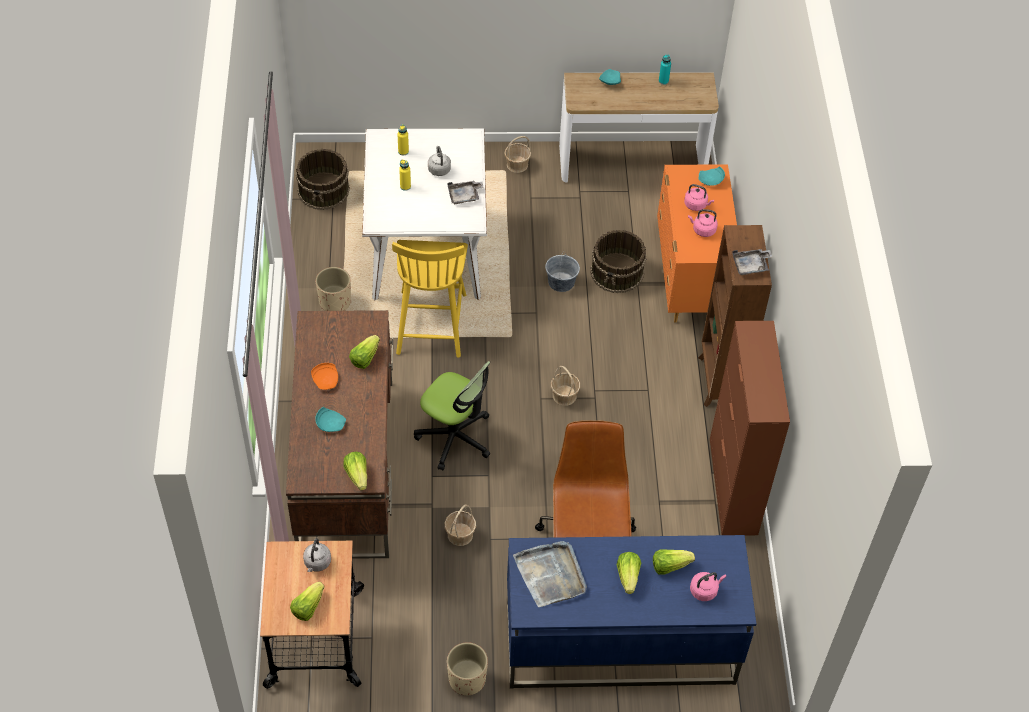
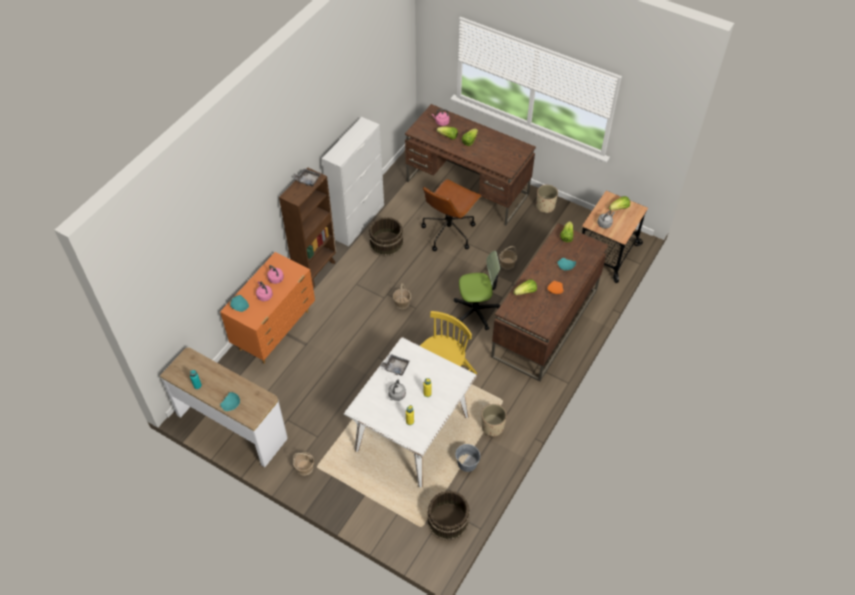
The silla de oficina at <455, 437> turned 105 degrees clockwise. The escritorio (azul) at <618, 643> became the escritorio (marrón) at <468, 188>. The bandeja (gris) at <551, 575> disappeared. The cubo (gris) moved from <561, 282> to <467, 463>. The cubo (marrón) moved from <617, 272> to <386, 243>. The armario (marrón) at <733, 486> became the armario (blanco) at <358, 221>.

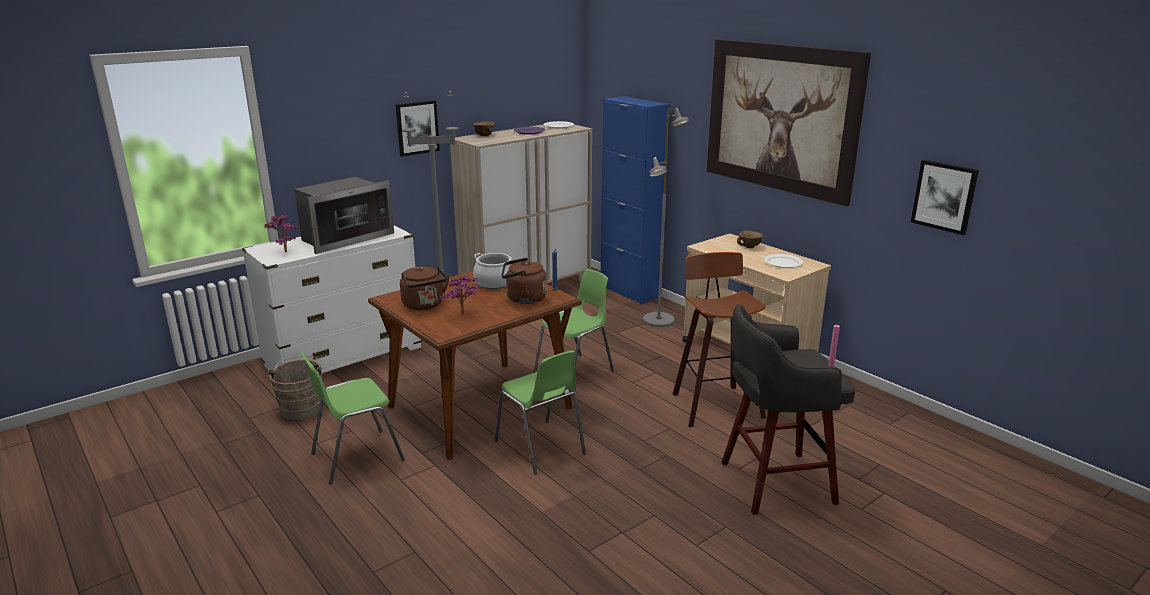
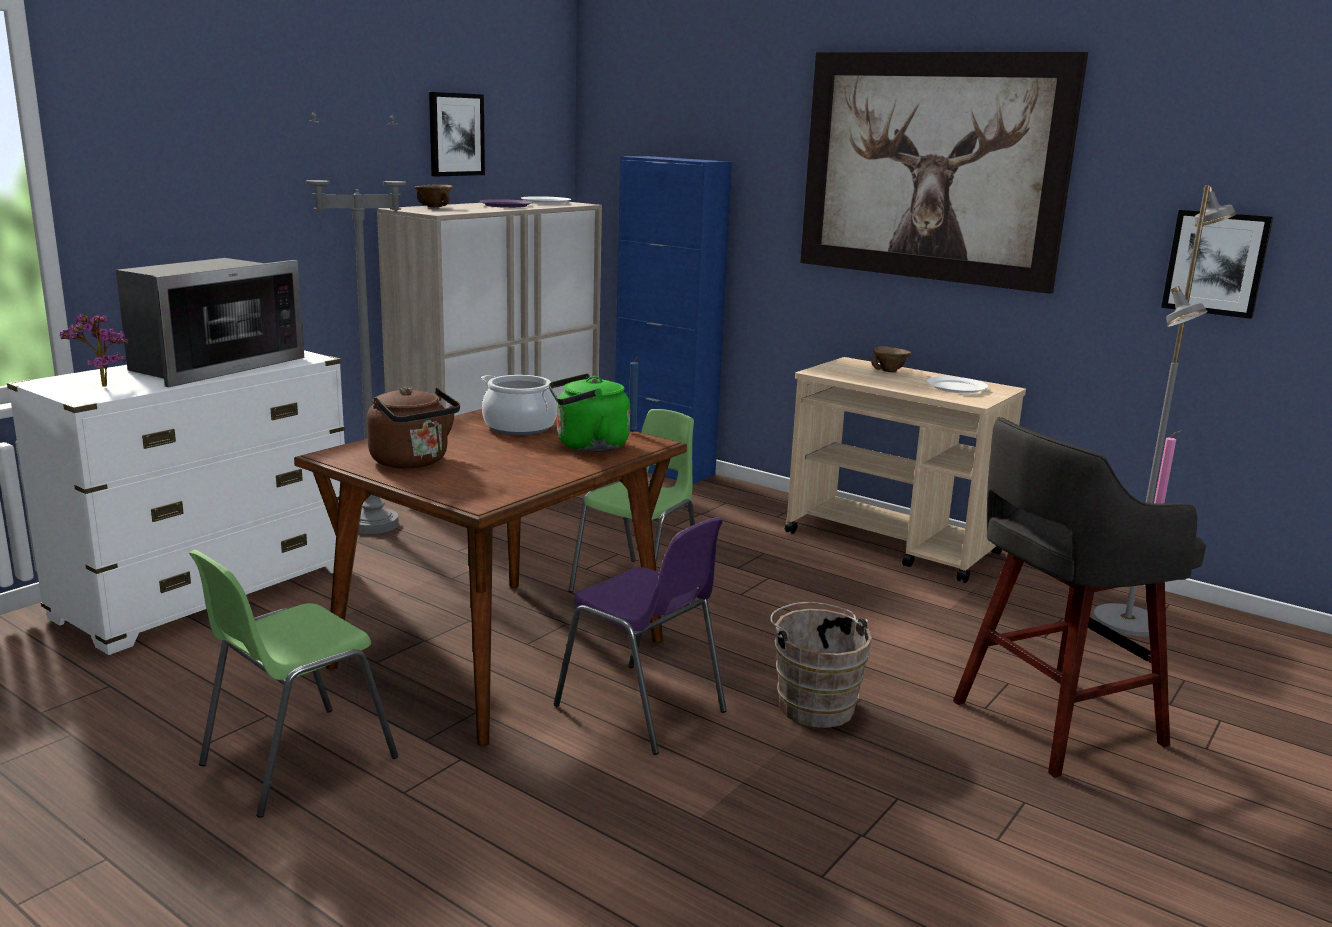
The cubo (marrón) moved from <302, 408> to <813, 704>. The cuadro moved from <417, 128> to <455, 134>. The planta en maceta at <464, 315> disappeared. The silla (verde) at <540, 448> became the silla (morado) at <642, 709>. The hervidor (marrón) at <523, 299> became the hervidor (verde) at <587, 446>. The lámpara de pie (gris) moved from <659, 320> to <1128, 622>. The taburete at <714, 404> disappeared.

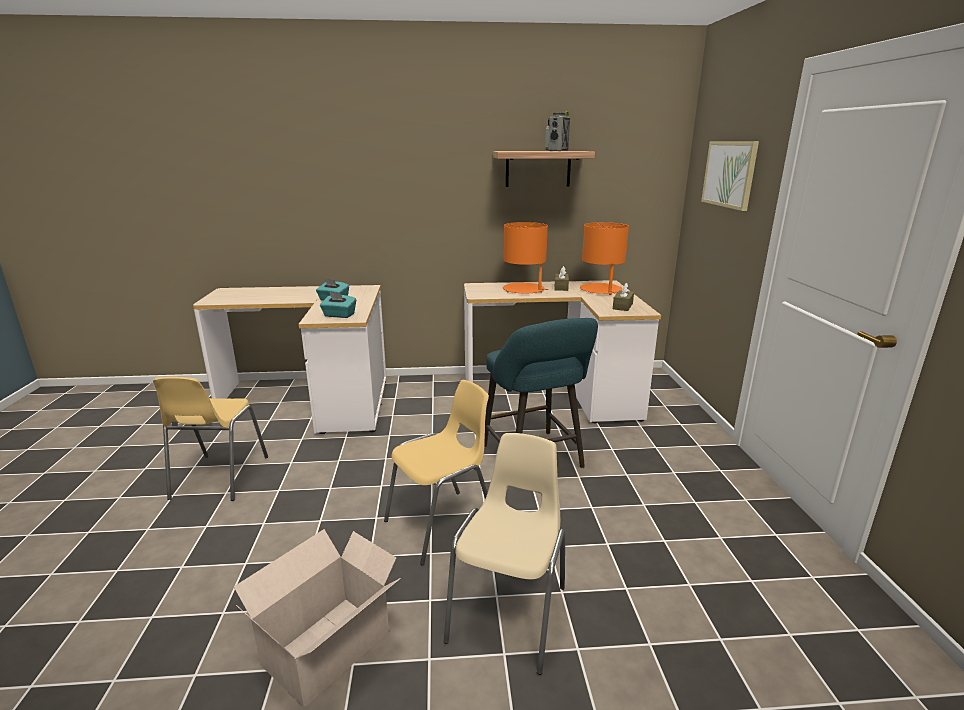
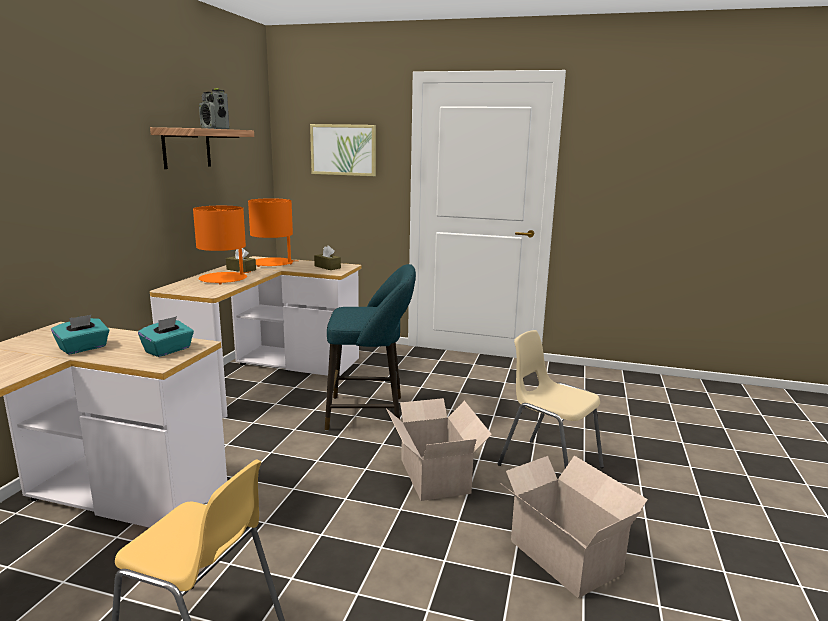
The silla (amarillo) at <442, 525> was replaced by the caja de cartón at <434, 474>.

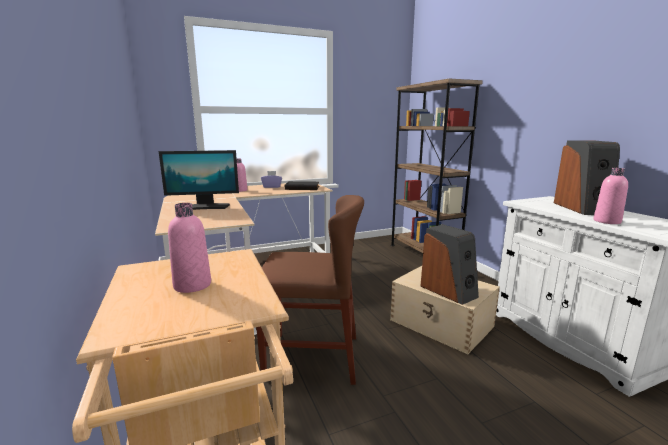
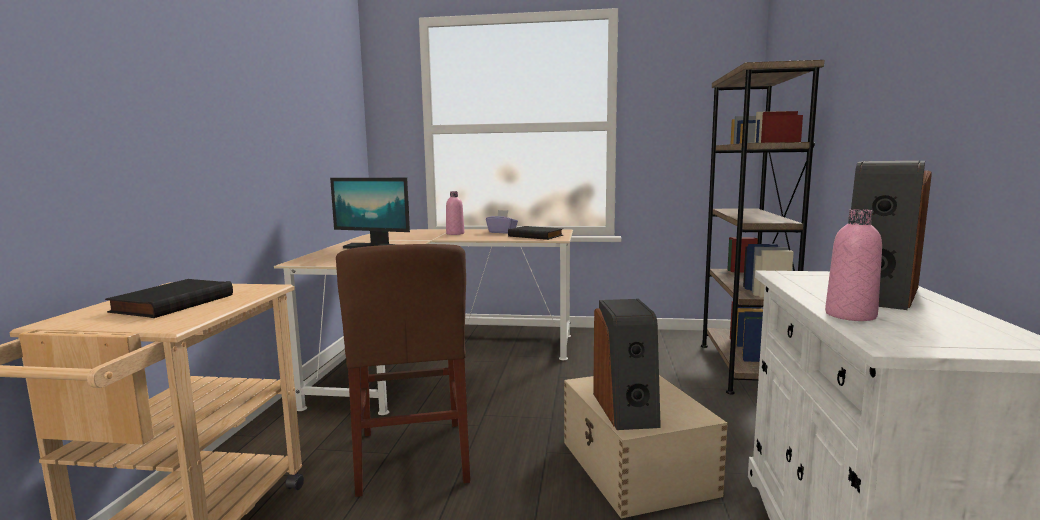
The botella (rosa) at <192, 285> was replaced by the libro (negro) at <172, 303>. The silla (marrón) at <312, 357> turned 45 degrees clockwise.

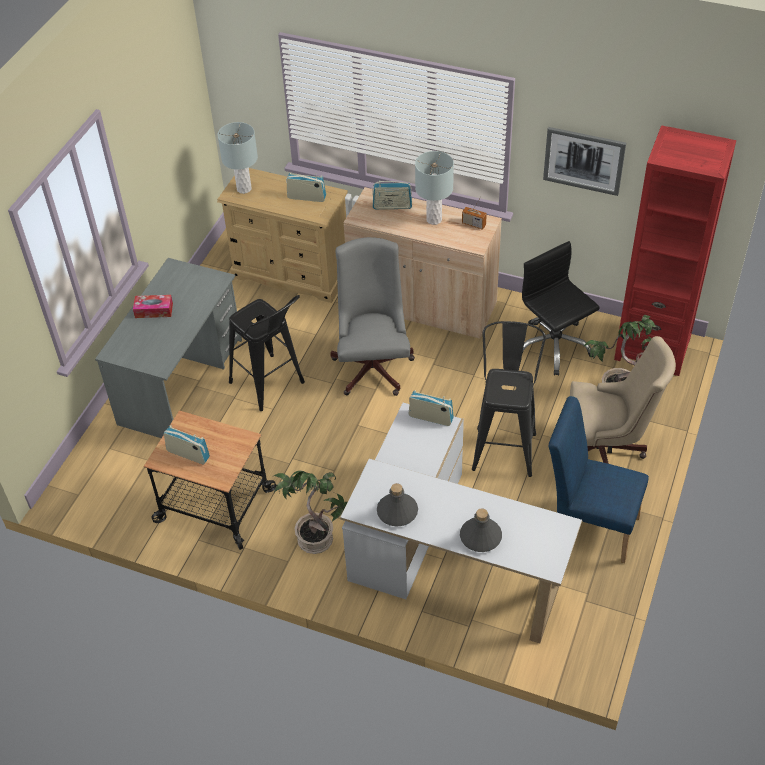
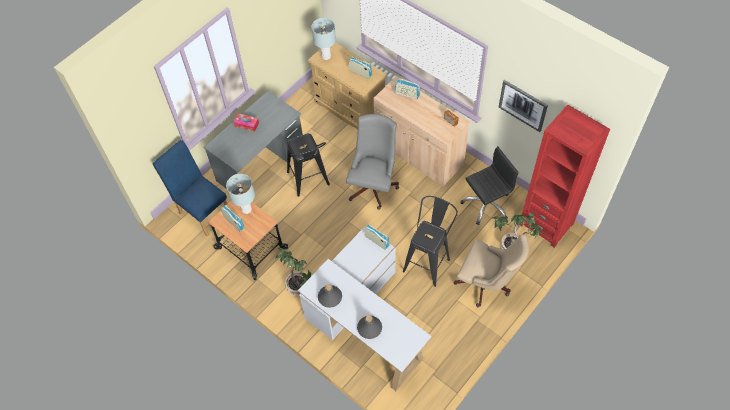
The lámpara de mesa (gris) moved from <434, 220> to <246, 209>. The silla de oficina (negro) at <554, 346> turned 75 degrees clockwise. The silla (azul) moved from <588, 525> to <202, 211>.

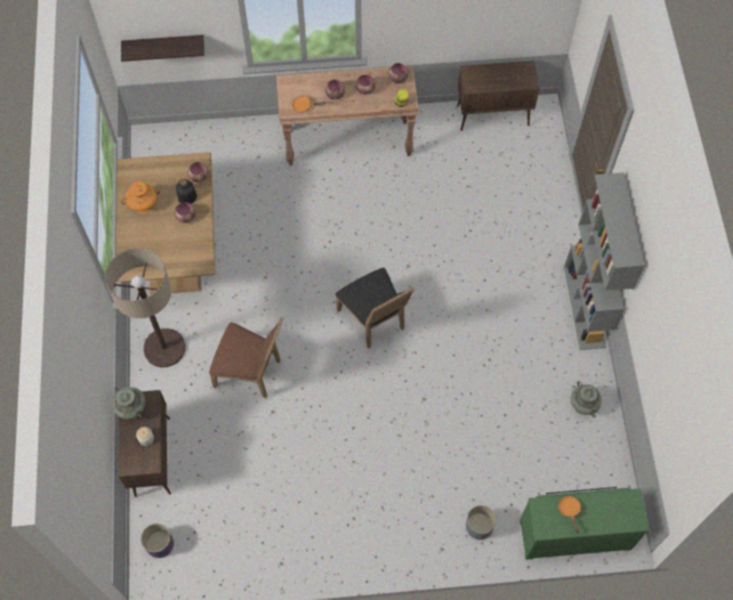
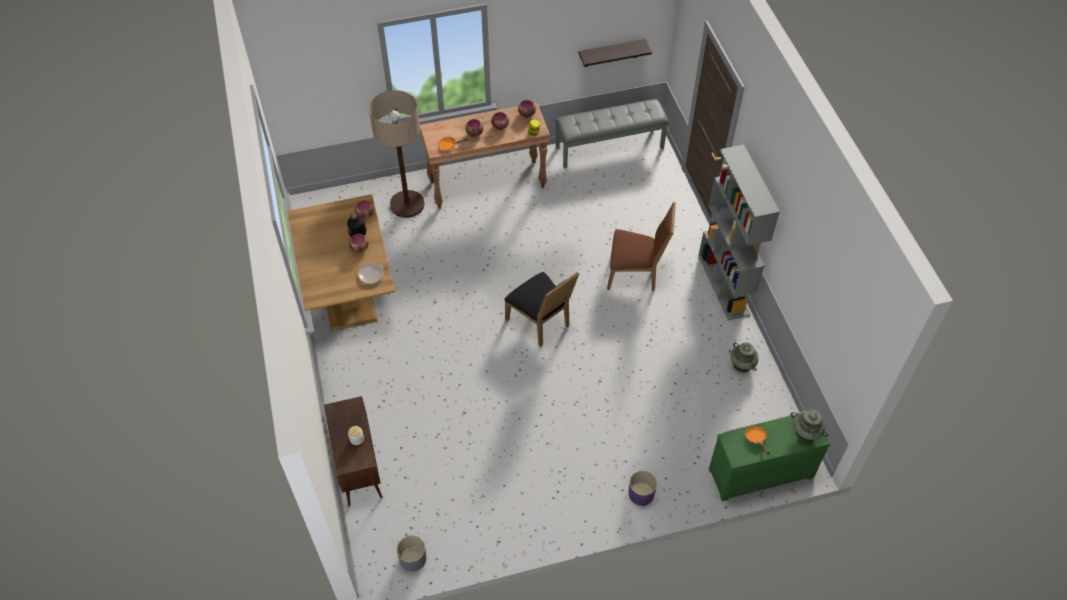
The lámpara de pie moved from <164, 348> to <407, 204>. The florero (turquesa) moved from <131, 408> to <805, 432>. The estante moved from <164, 45> to <611, 53>. The florero (naranja) at <143, 205> disappeared. The maceta (morado) moved from <159, 544> to <640, 494>. The silla (marrón) moved from <251, 372> to <635, 274>. The armario (marrón) at <493, 116> was replaced by the banco (gris) at <609, 147>. The maceta (gris) moved from <479, 526> to <413, 559>. The sartén at <372, 274> appeared.

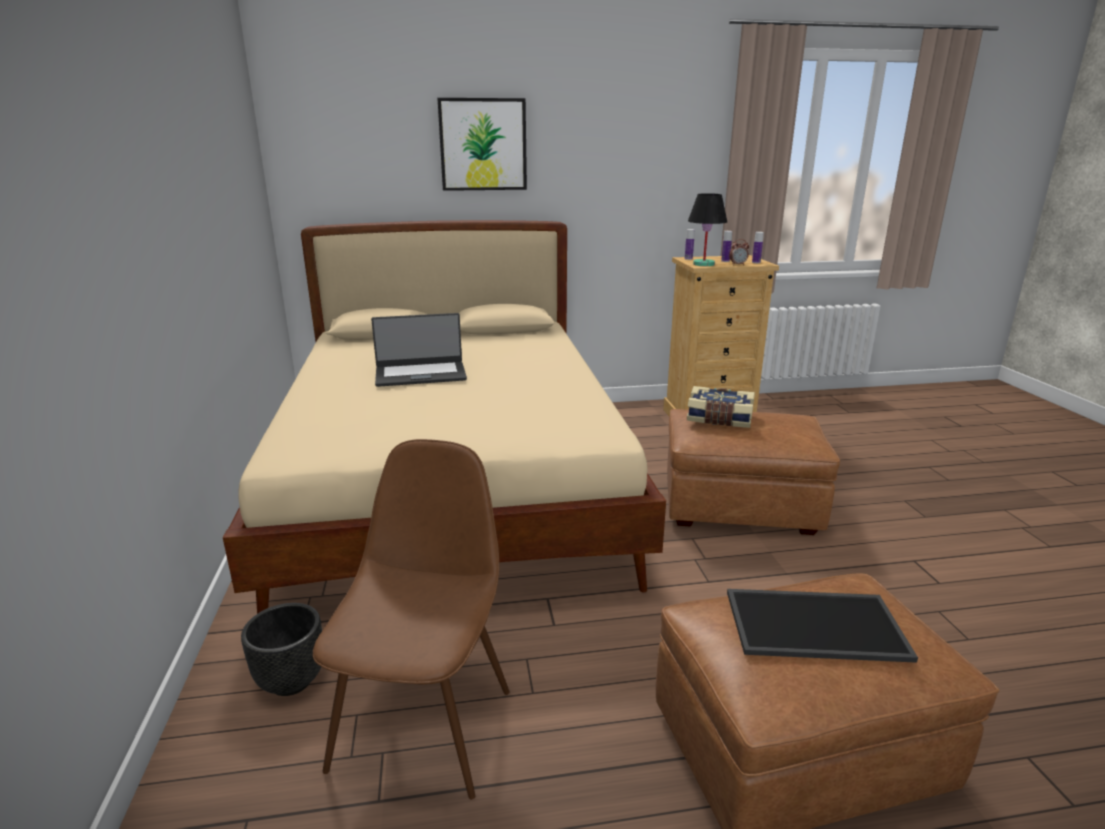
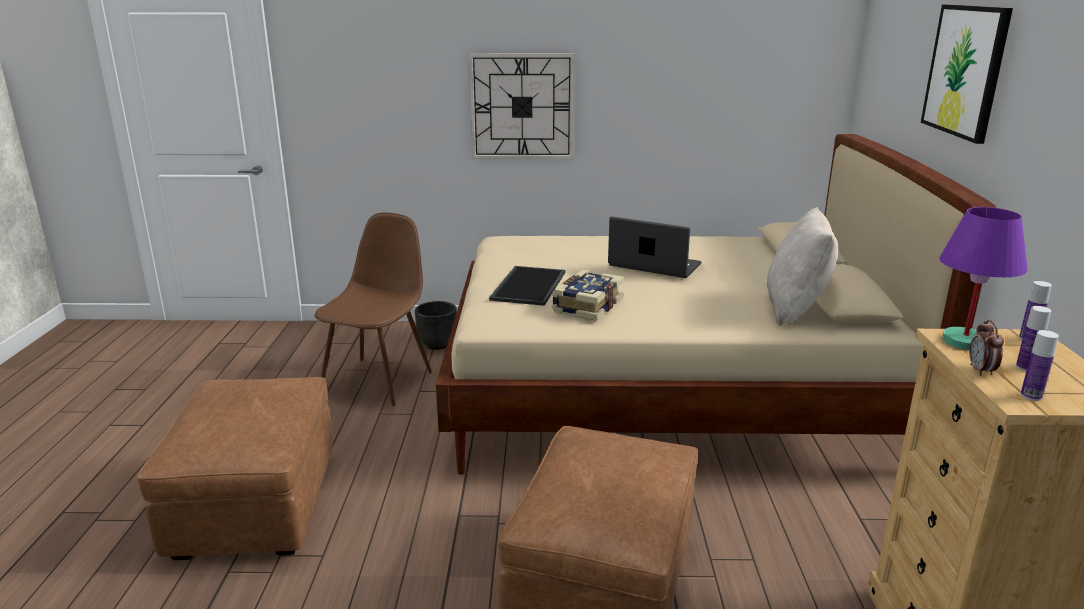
The silla (marrón) at <424, 725> turned 90 degrees counterclockwise. The portátil at <420, 374> turned 120 degrees clockwise. The libro moved from <719, 418> to <586, 306>. The lámpara de mesa (negro) at <703, 264> became the lámpara de mesa (morado) at <965, 341>. The bandeja moved from <816, 623> to <530, 286>. The reloj de pared at <522, 106> appeared. The cojín (beis) at <795, 309> appeared.

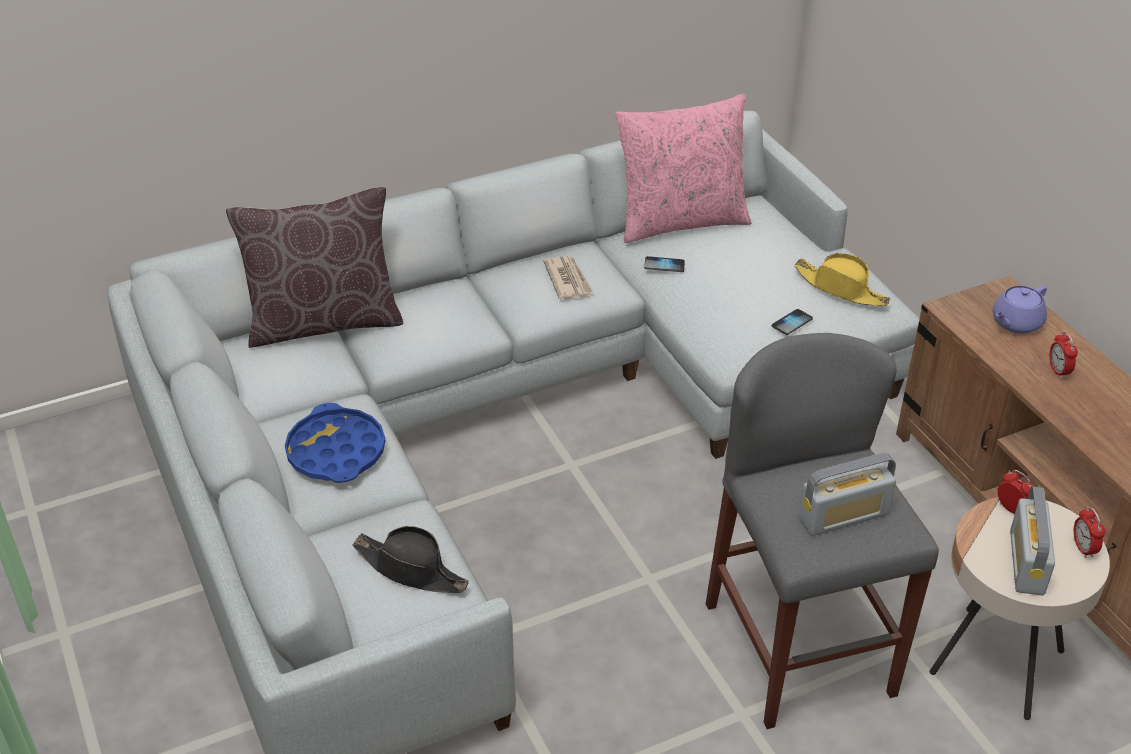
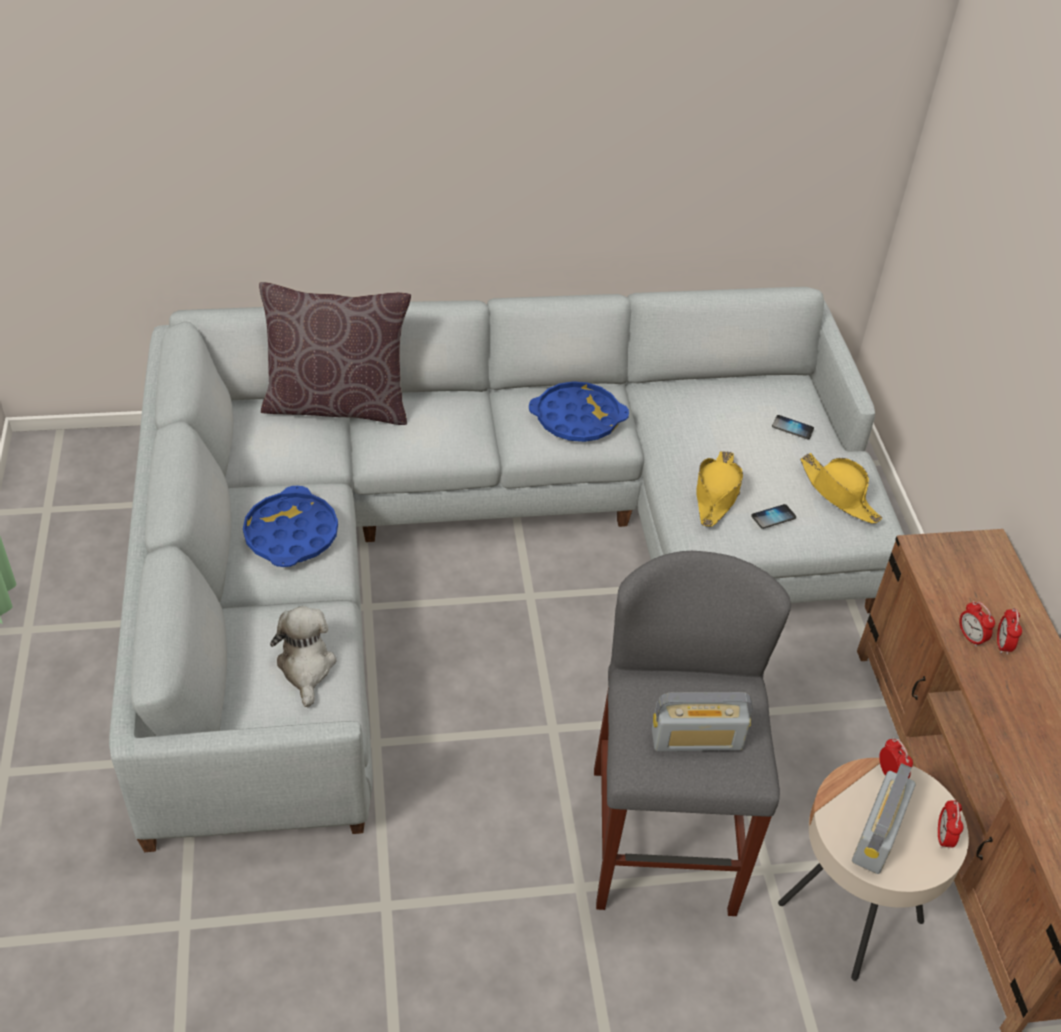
The sombrero (negro) at <411, 570> was replaced by the peluche at <306, 667>. The periódico at <568, 280> was replaced by the bandeja (azul) at <577, 418>. The cojín (rosa) at <681, 221> disappeared. The móvil moved from <664, 265> to <792, 428>. The tetera (morado) at <1015, 323> disappeared. The sombrero (amarillo) at <716, 494> appeared. The despertador at <970, 637> appeared.

